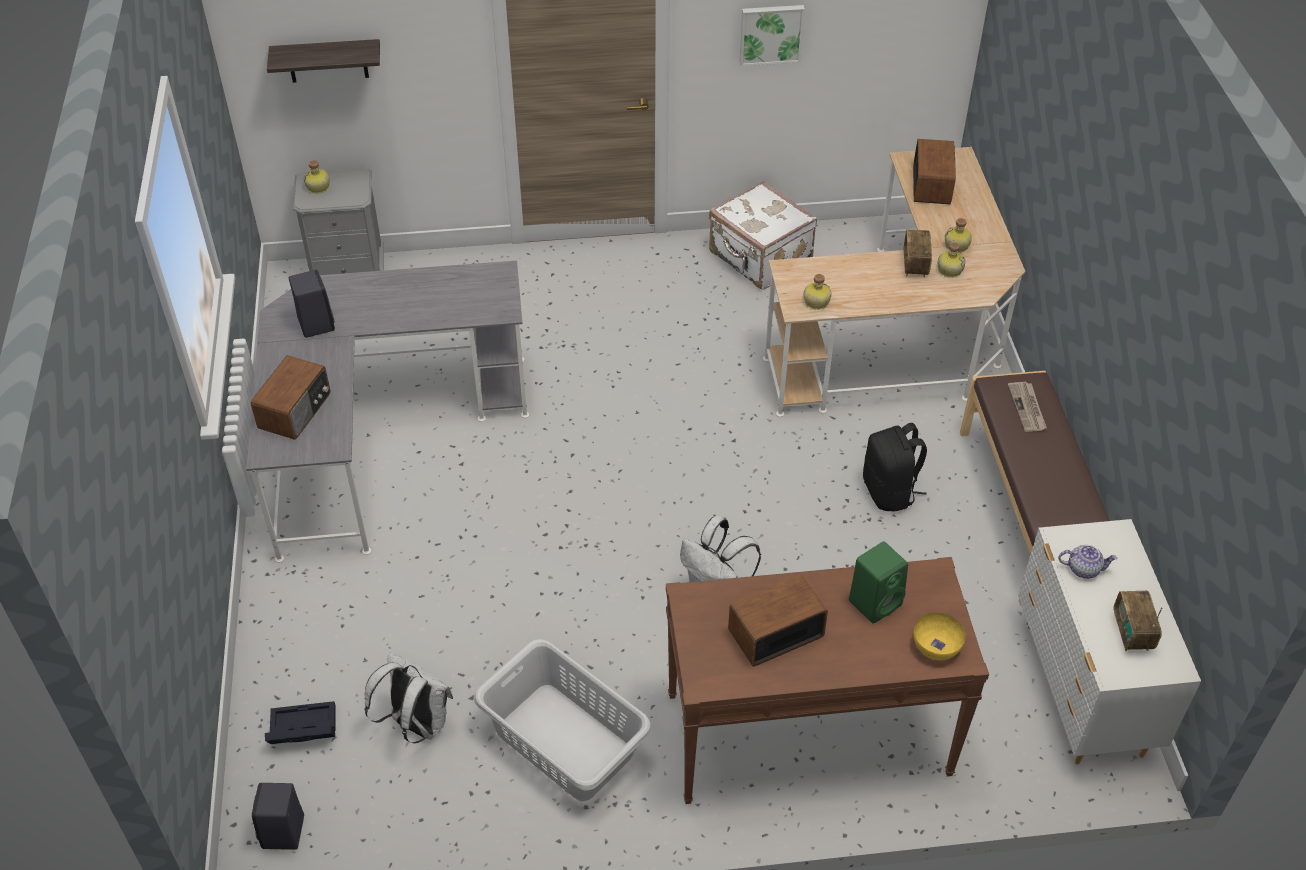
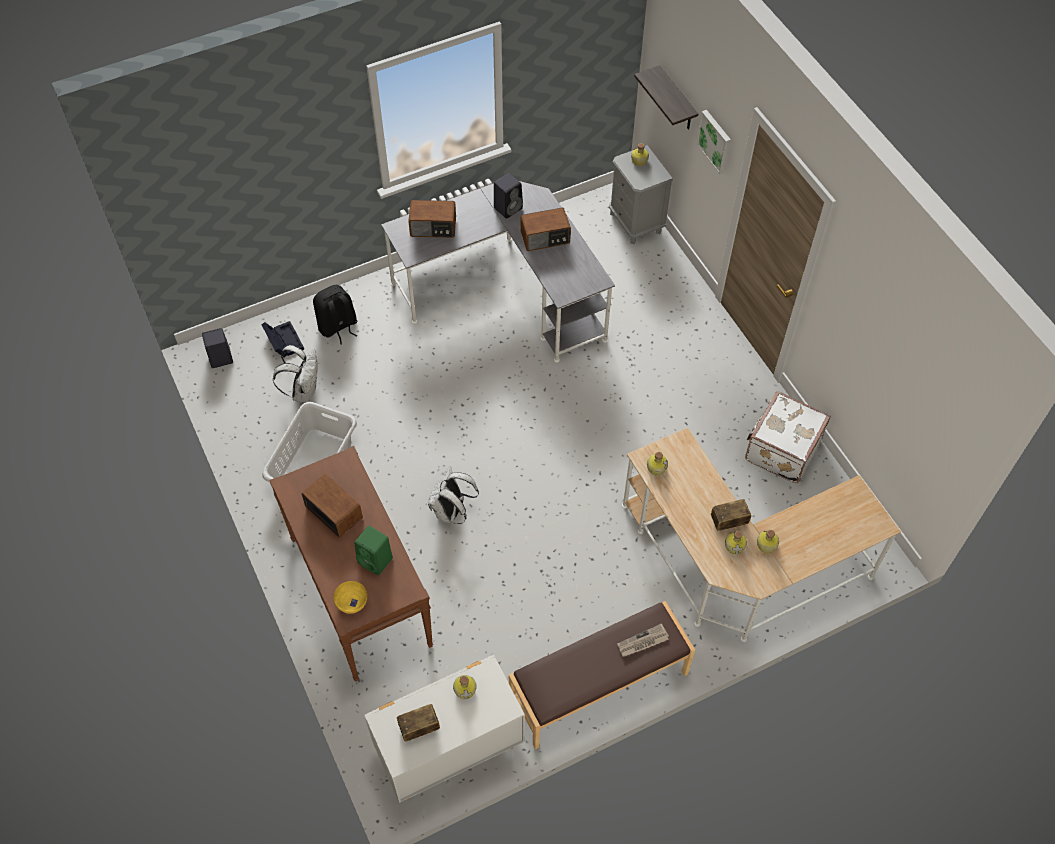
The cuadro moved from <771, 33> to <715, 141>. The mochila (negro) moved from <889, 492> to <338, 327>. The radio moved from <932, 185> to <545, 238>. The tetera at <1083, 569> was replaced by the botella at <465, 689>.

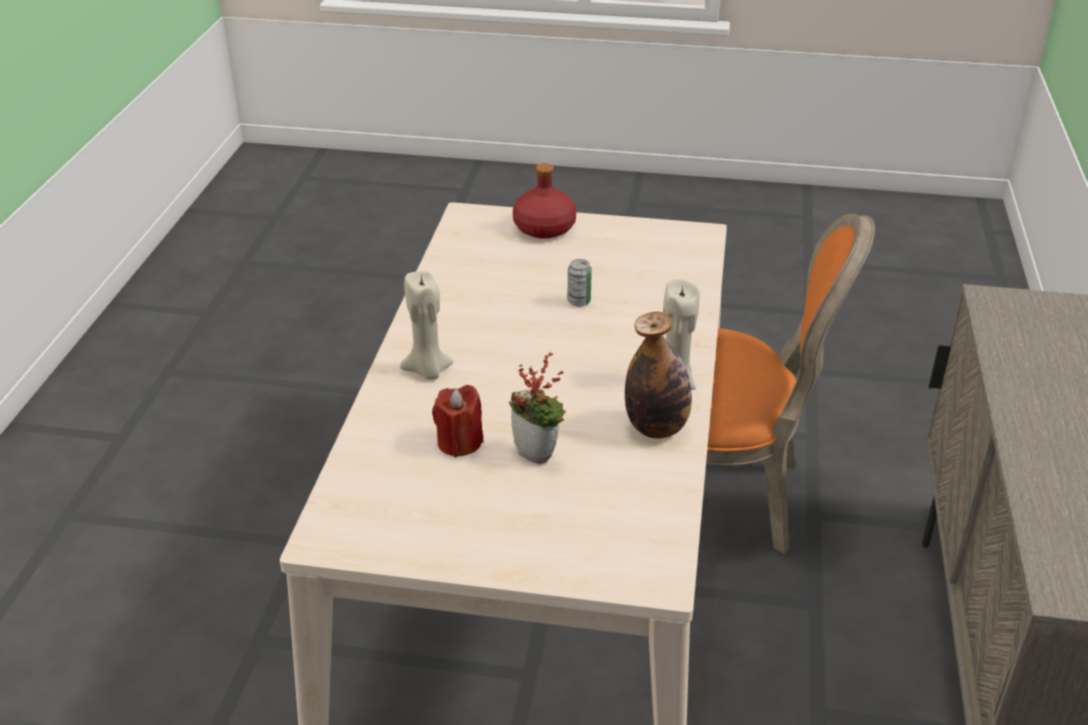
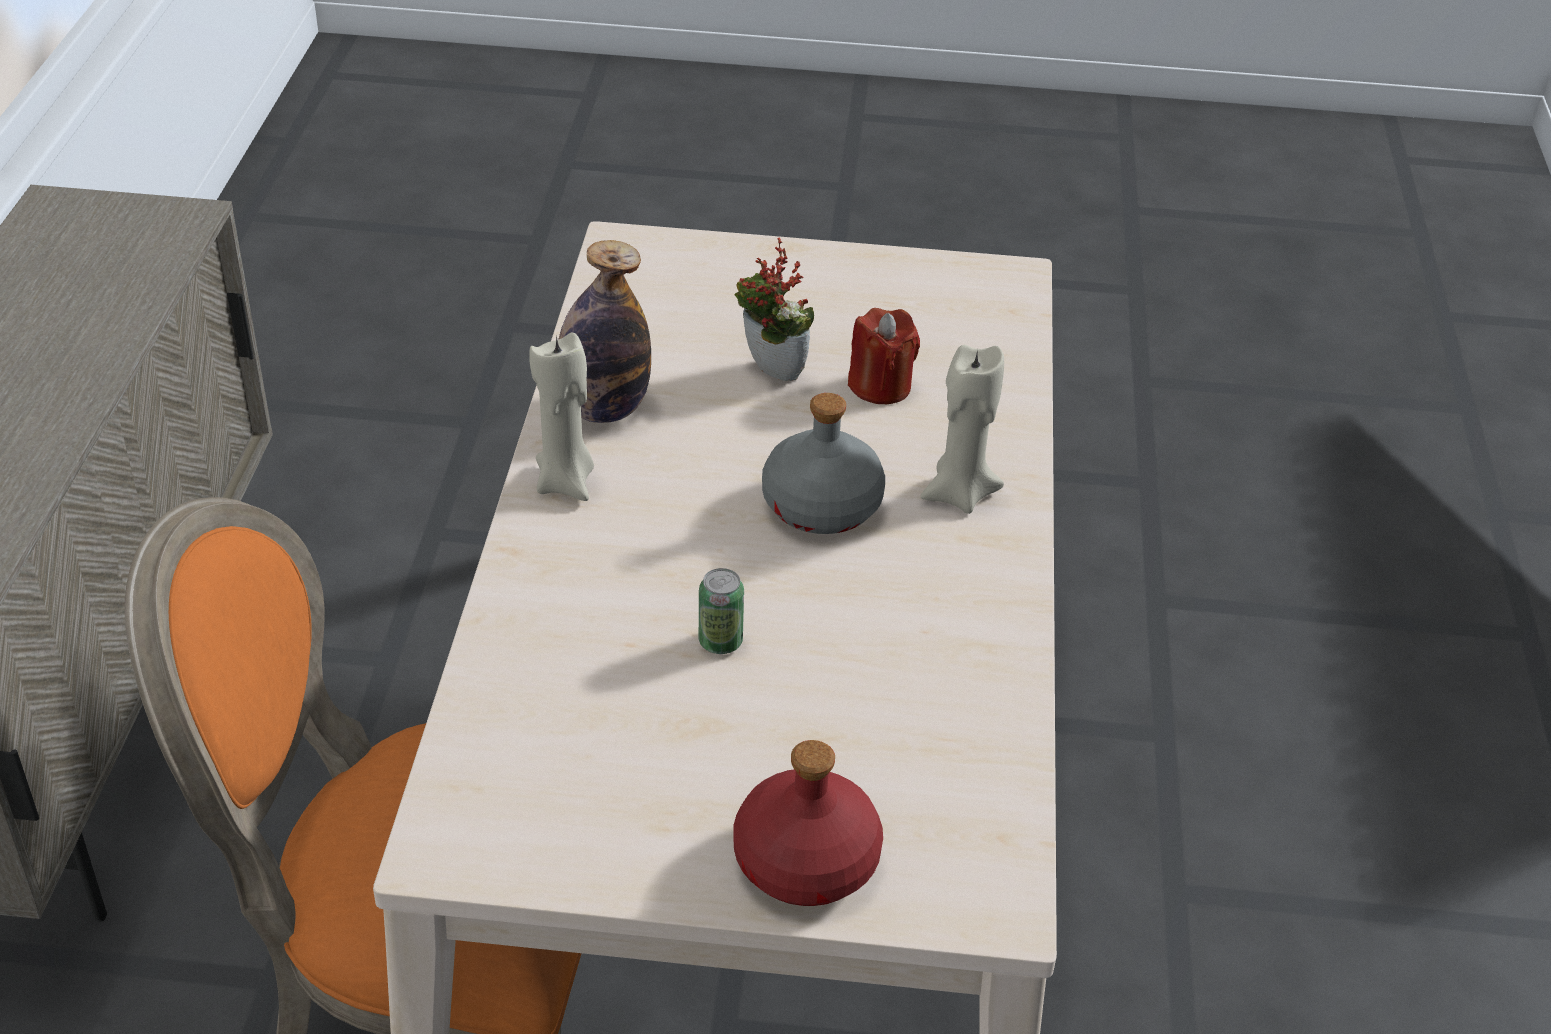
The botella (gris) at <820, 506> appeared.

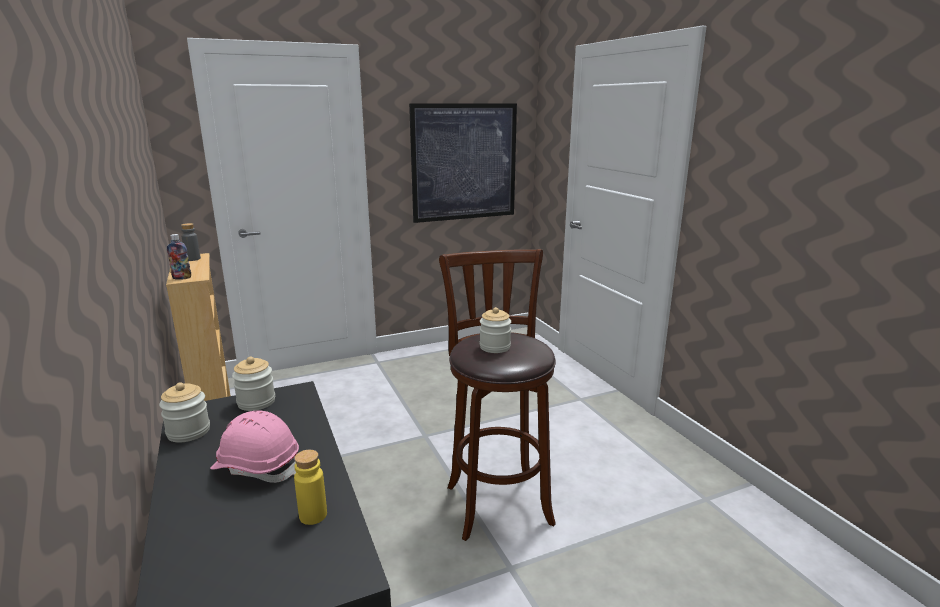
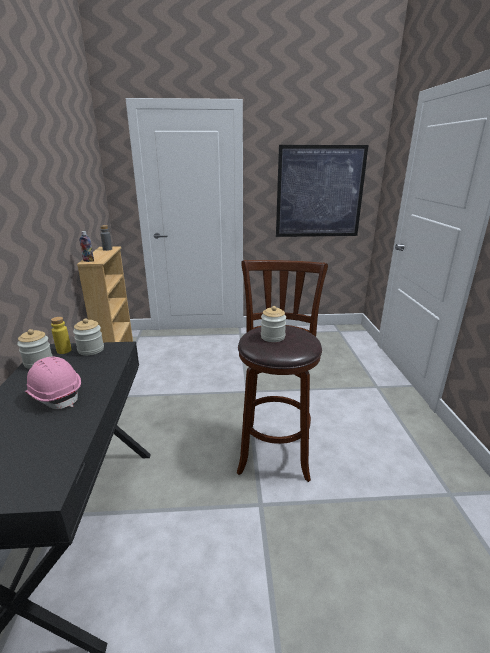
The botella (amarillo) moved from <313, 515> to <64, 350>.

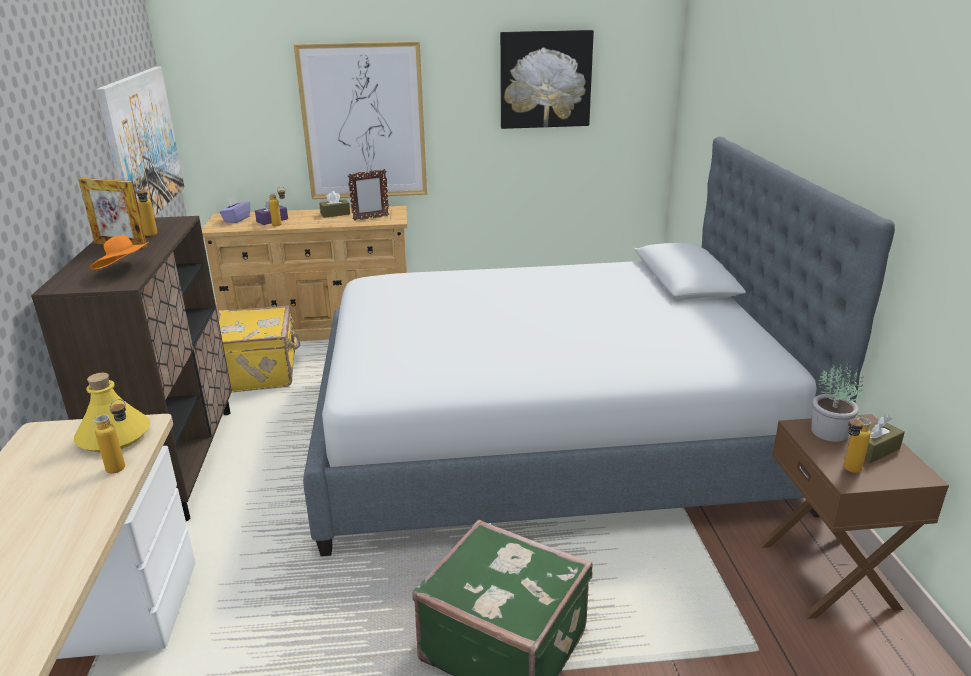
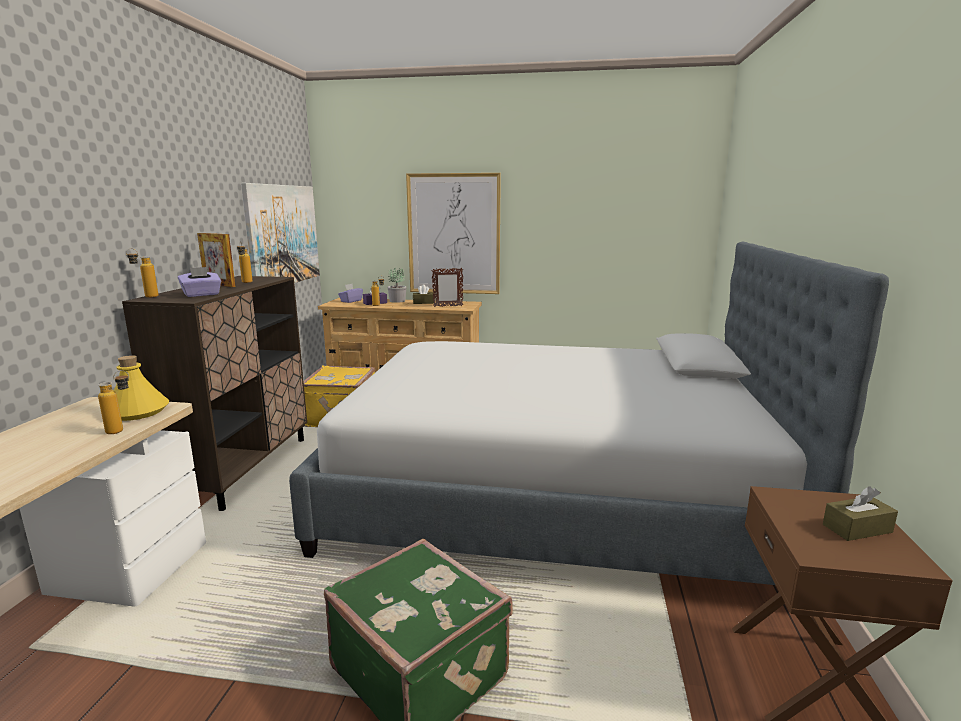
The sombrero (naranja) at <125, 270> was replaced by the caja de pañuelos (morado) at <202, 295>. The cuadro at <545, 79> disappeared. The planta en maceta moved from <830, 432> to <397, 301>. The botella moved from <848, 471> to <146, 297>.

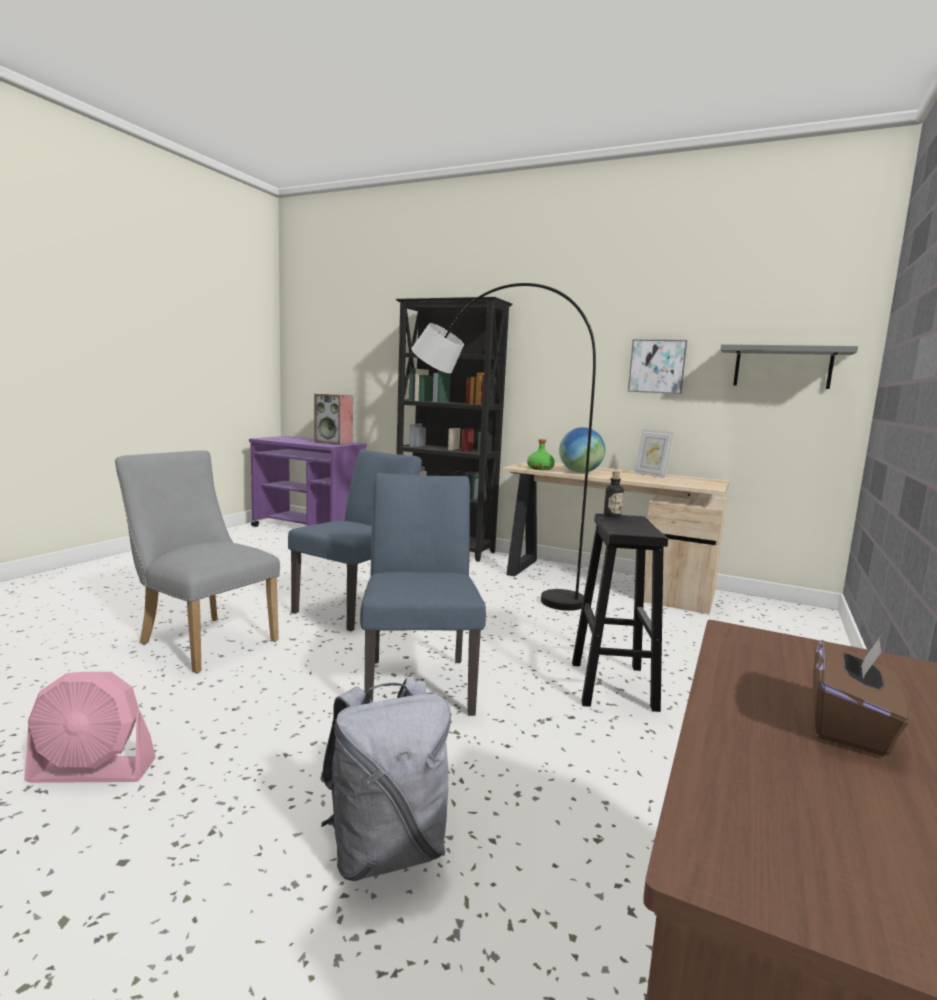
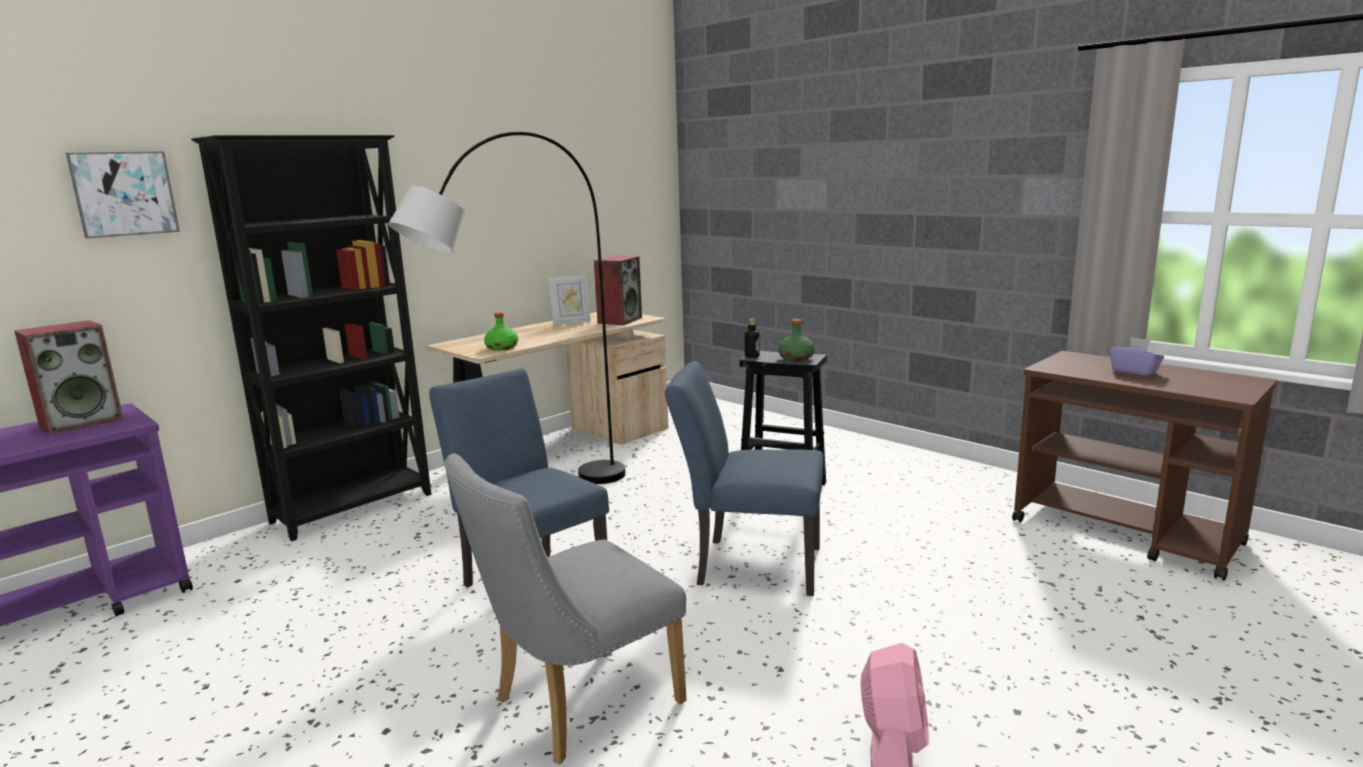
The mochila (gris) at <386, 850> disappeared. The globo terráqueo at <580, 472> disappeared. The cuadro moved from <657, 366> to <124, 193>. The estante (gris) at <782, 367> disappeared. The caja de pañuelos (marrón) at <850, 727> became the caja de pañuelos (morado) at <1134, 371>. The altavoz at <619, 320> appeared. The botella (verde) at <796, 358> appeared.

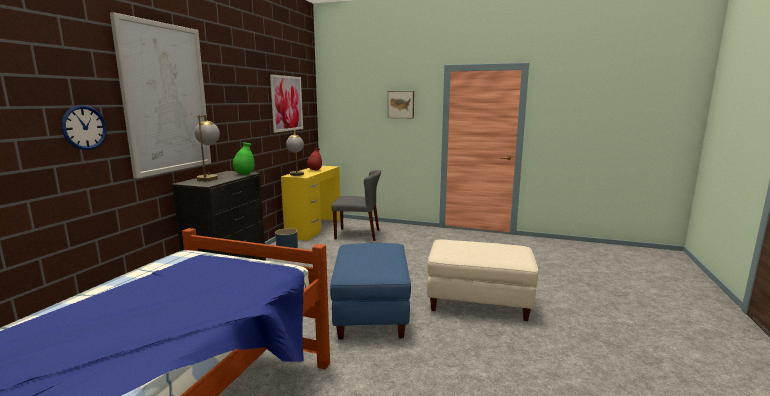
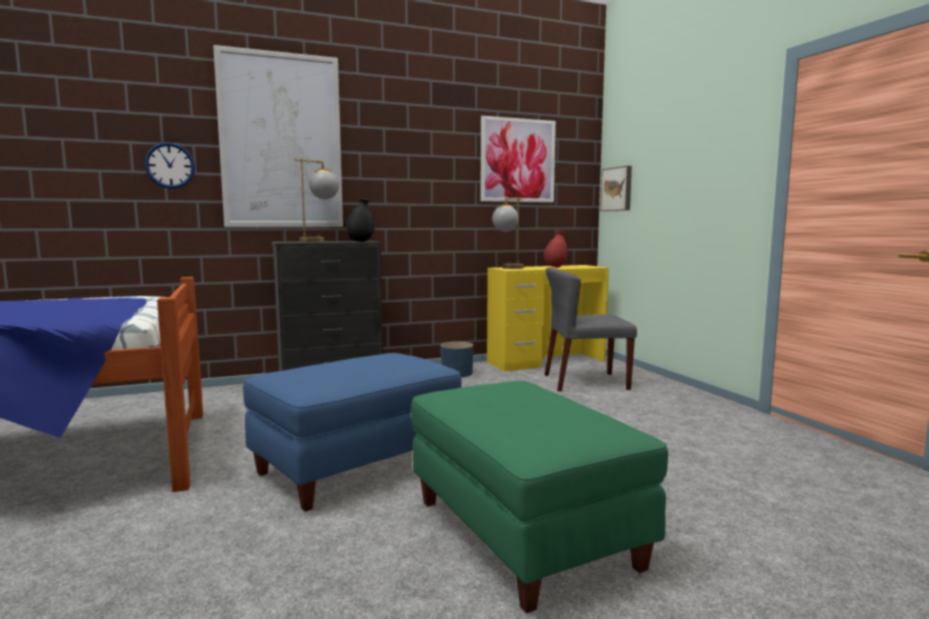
The florero (verde) at <244, 174> became the florero (negro) at <360, 241>. The silla (gris) at <358, 234> turned 120 degrees clockwise. The cuadro moved from <401, 104> to <617, 189>. The puf (beis) at <478, 301> became the puf (verde) at <525, 532>.

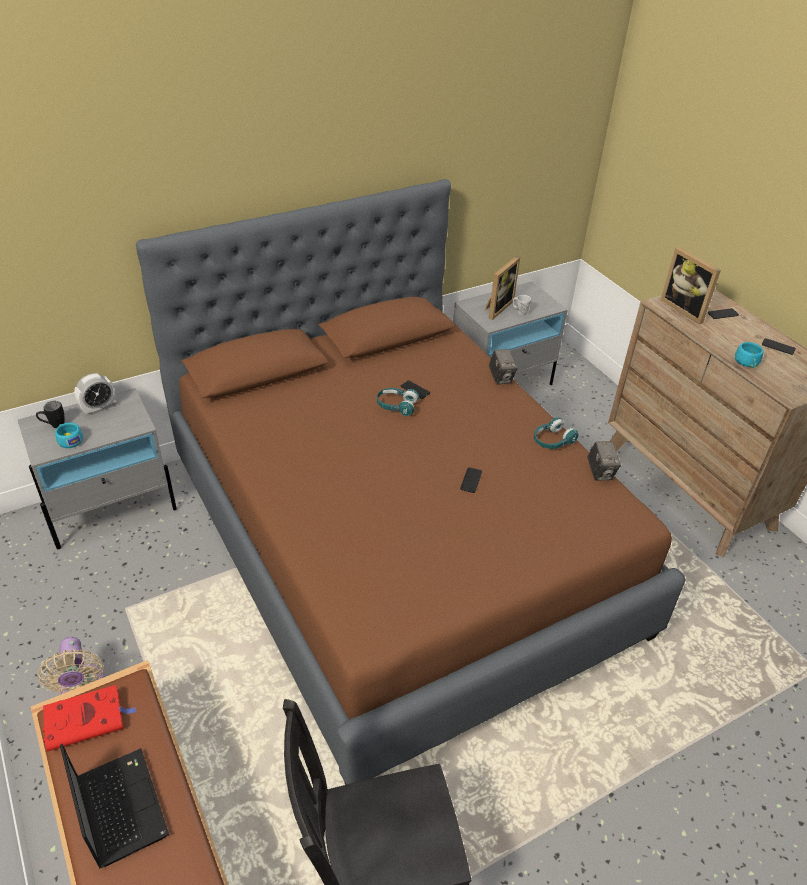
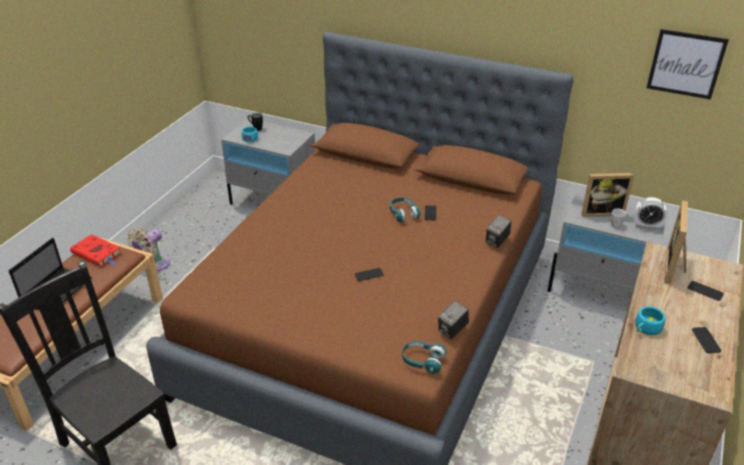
The despertador moved from <99, 408> to <646, 226>. The auriculares (turquesa) moved from <552, 441> to <422, 361>. The cuadro at <686, 64> appeared.

